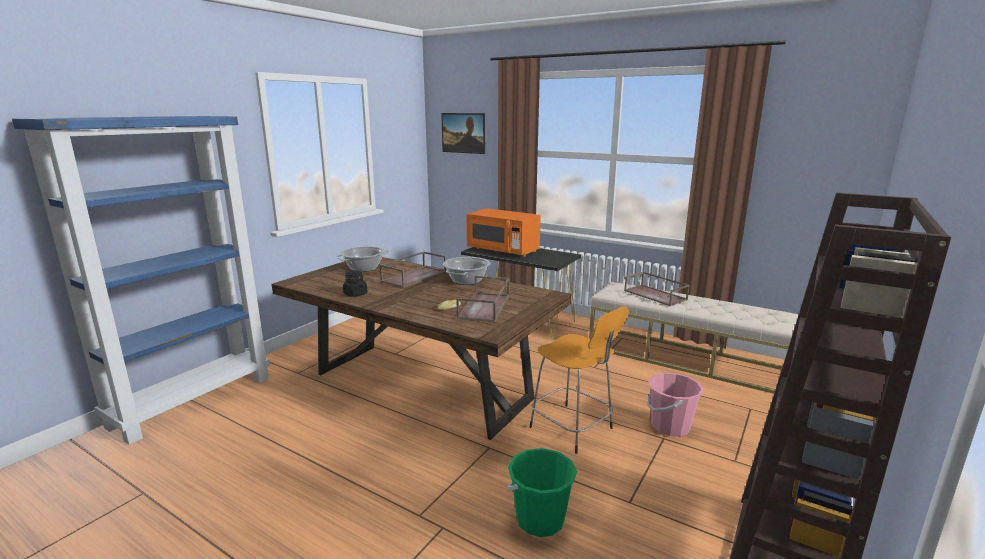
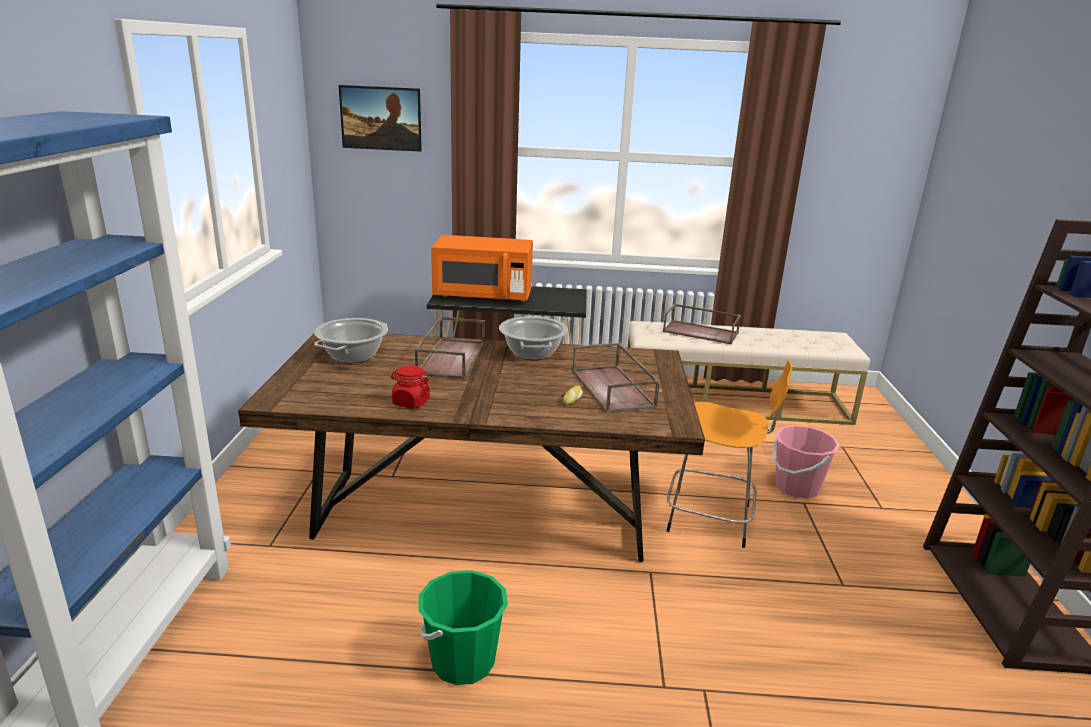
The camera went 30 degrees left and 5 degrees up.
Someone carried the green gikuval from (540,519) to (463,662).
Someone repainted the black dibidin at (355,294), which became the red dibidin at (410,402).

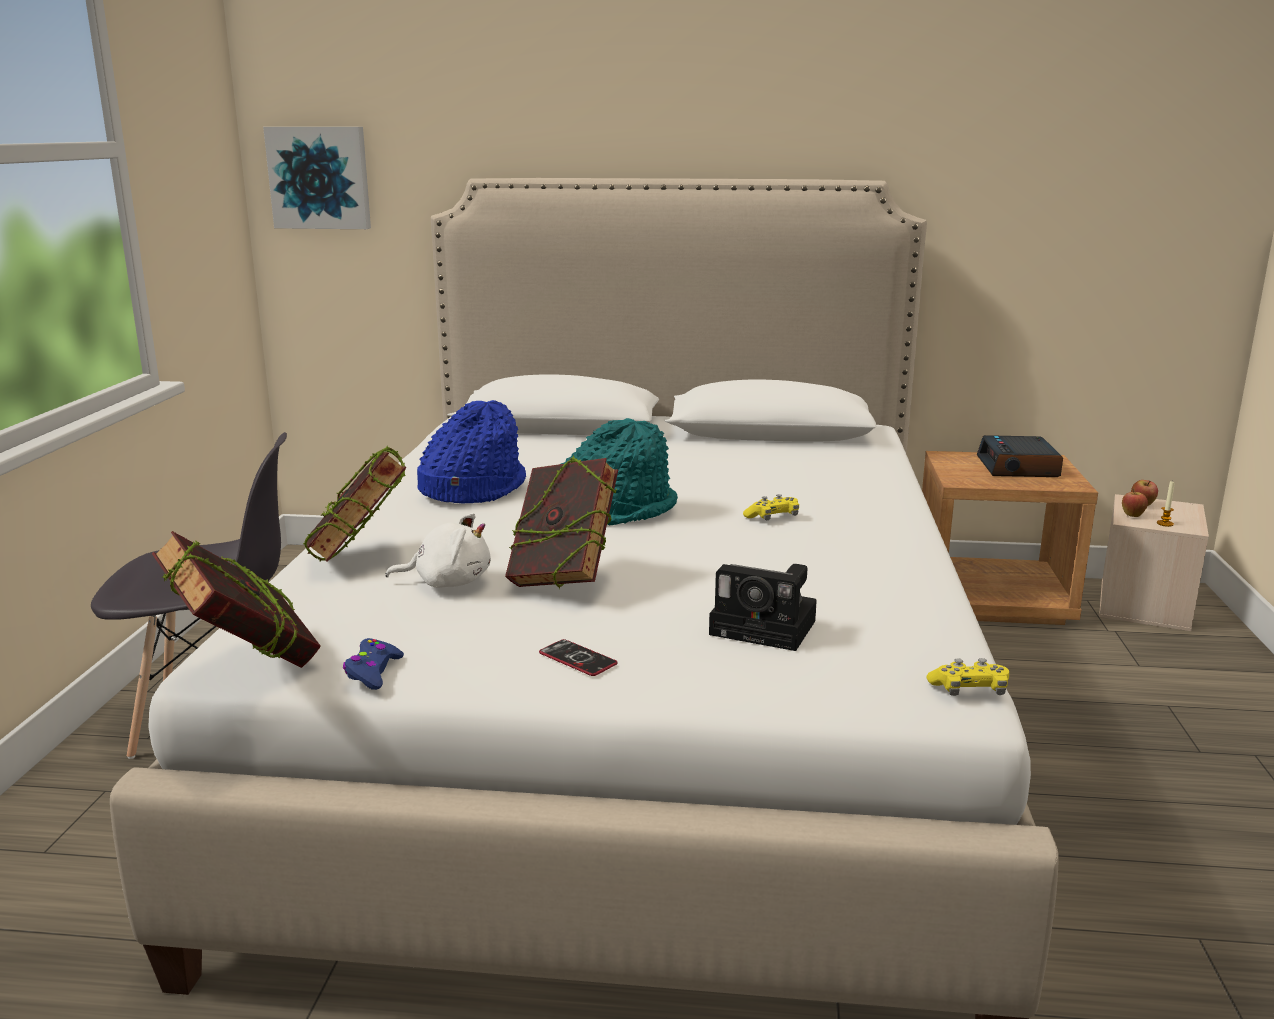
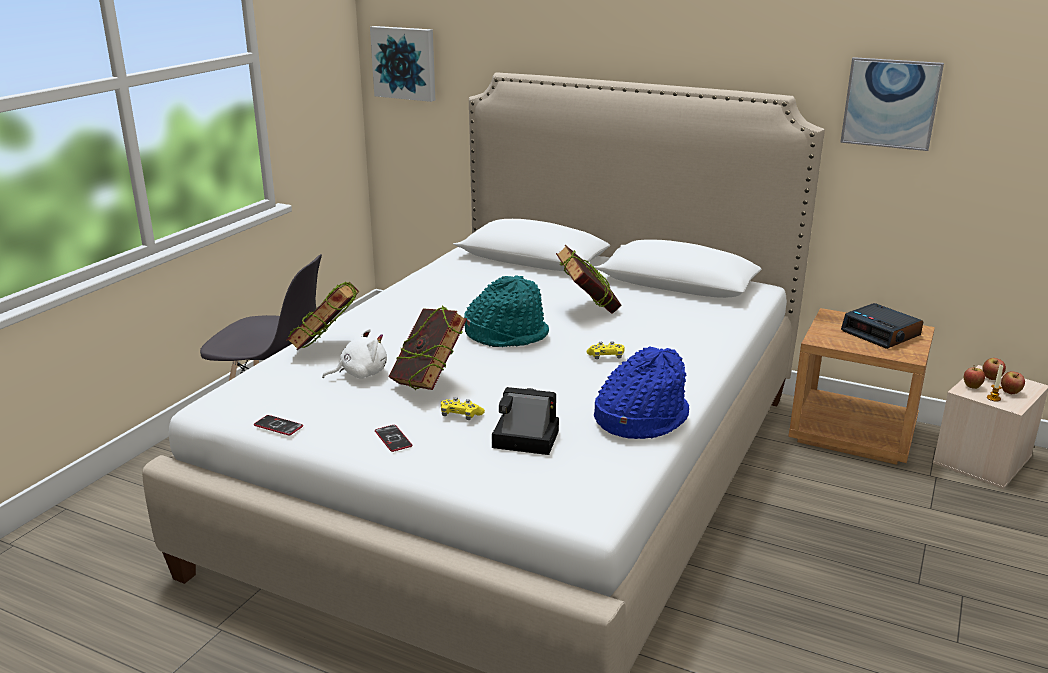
The camera went 20 degrees right and 5 degrees up.
Someone put up the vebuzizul at (890,103).
Someone put down the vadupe at (1010,392).
Someone carried the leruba from (246,667) to (587,310).
Someone carried the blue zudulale from (472,489) to (640,419).
Someone carried the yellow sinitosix from (969,691) to (461,416).
Someone swapped the blue sinitosix at (373,672) for the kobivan at (278,426).
Someone rotated the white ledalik at (448,582) by 45 degrees counterclockwise.
Someone rotated the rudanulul at (767,628) by 150 degrees clockwise.
Someone rotated the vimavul at (1018,467) by 60 degrees counterclockwise.

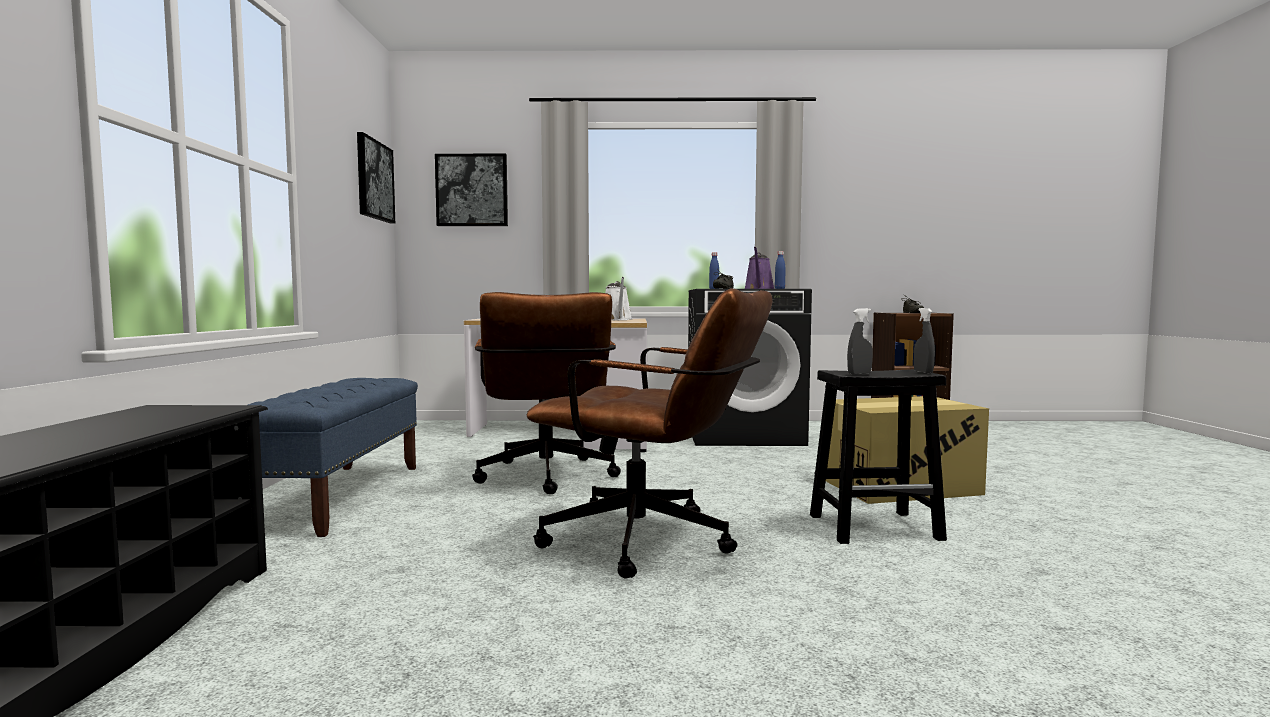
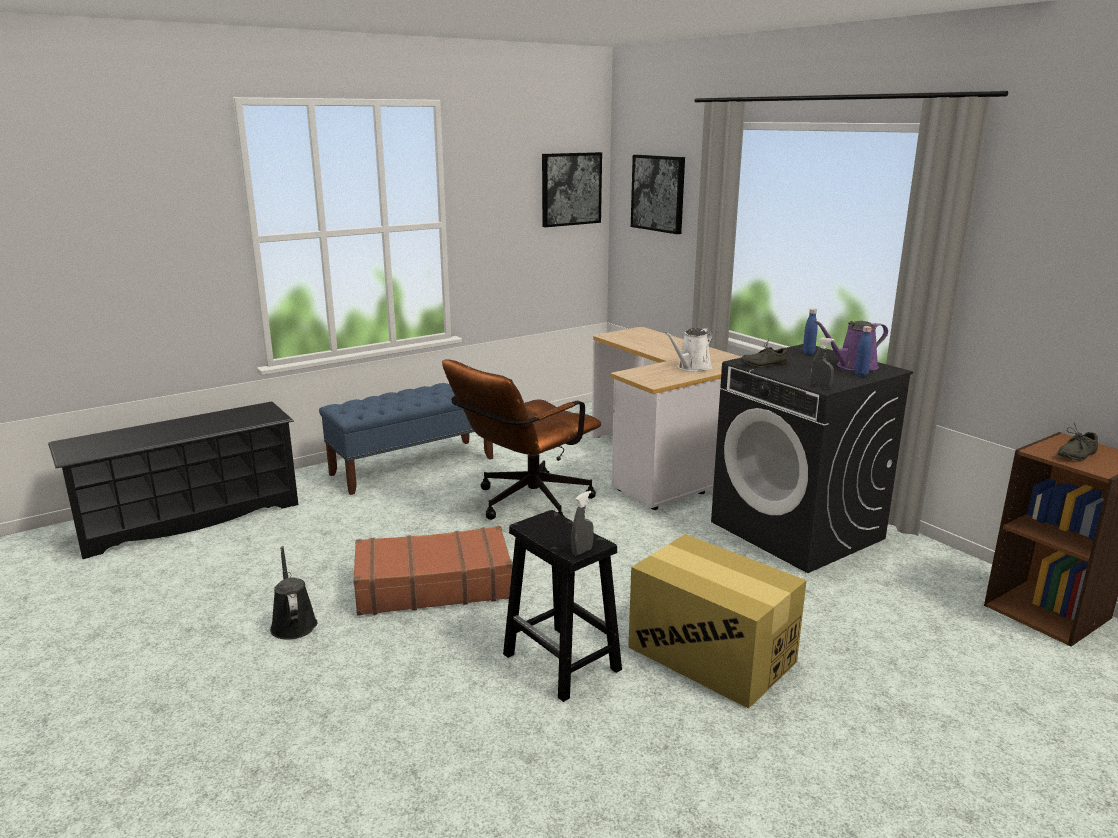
The camera went 55 degrees right and 15 degrees up.
Someone put down the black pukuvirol at (293,623).
Someone carried the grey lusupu from (859,374) to (820,387).
Someone swapped the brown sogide at (654,543) for the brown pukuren at (433,585).

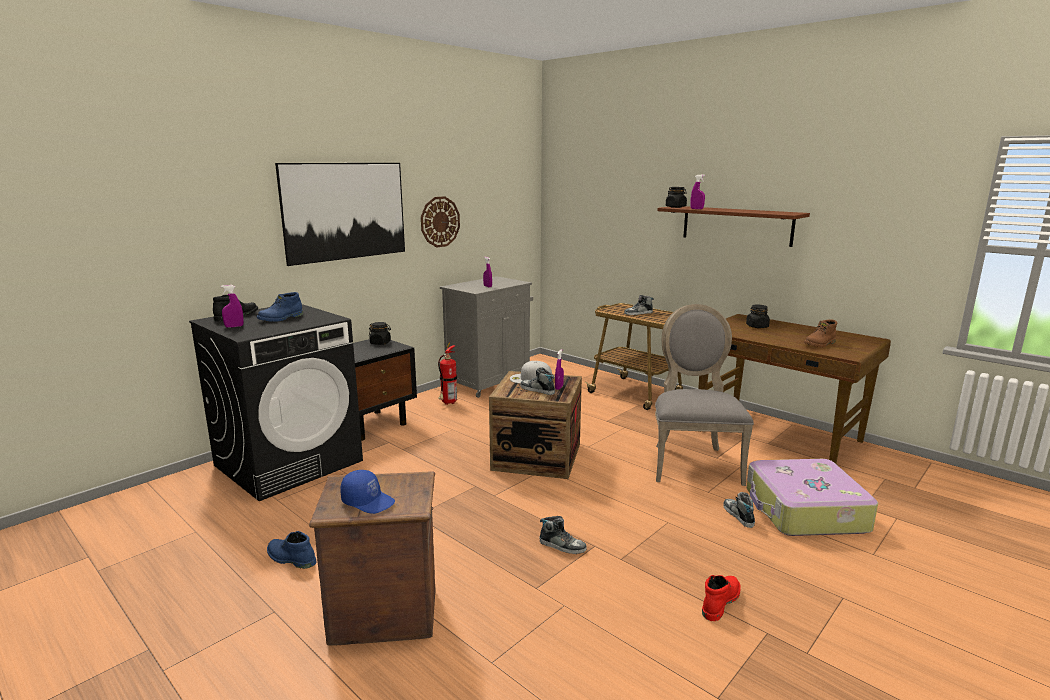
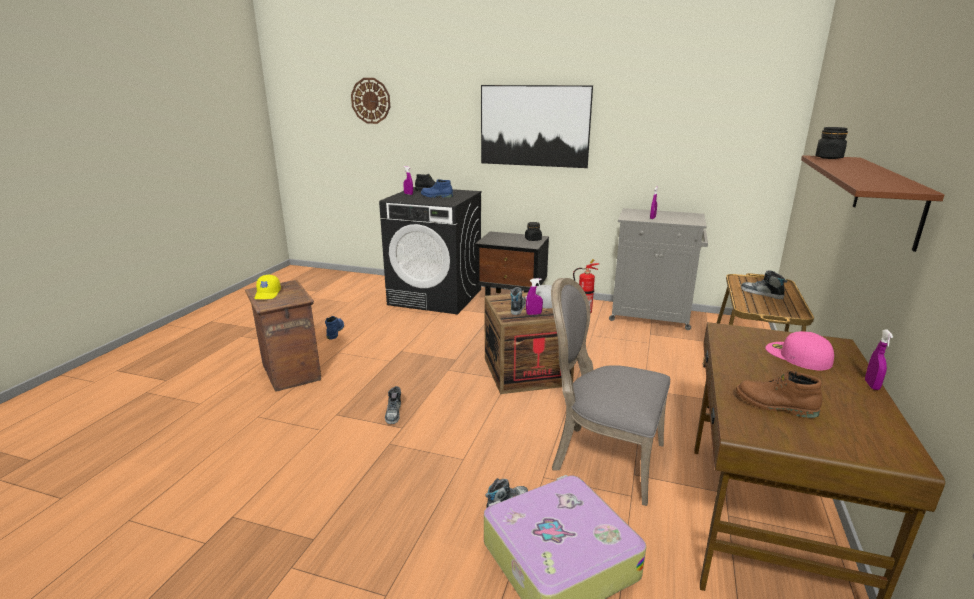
The camera went 65 degrees right and 5 degrees up.
Someone took away the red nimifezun at (719,602).
Someone carried the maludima from (440,221) to (371,100).
Someone carried the purple lusupu from (696,209) to (871,385).
Someone swapped the black dibidin at (757,326) for the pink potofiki at (797,355).
Someone repainted the blue potofiki at (368,501), which became the yellow potofiki at (268,294).
Someone rotated the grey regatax at (693,462) by 135 degrees counterclockwise.

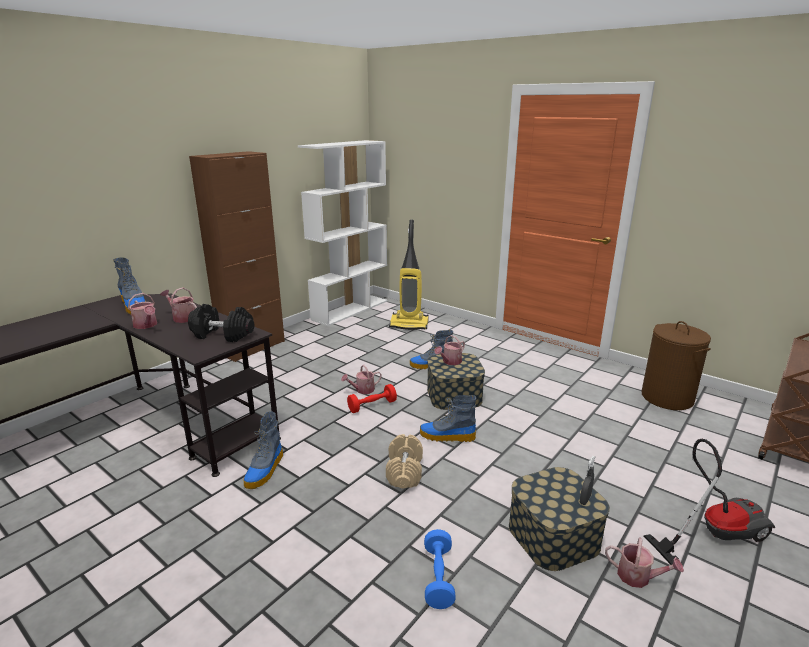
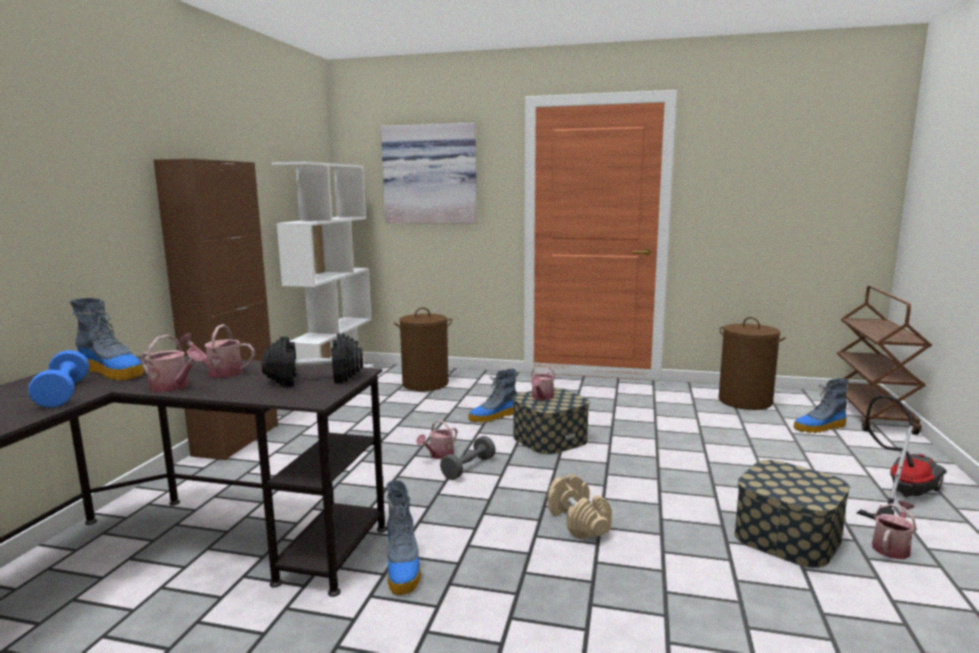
The camera went 25 degrees left and 10 degrees down.
Someone took away the grey lusupu at (585,500).
Someone put up the vebuzizul at (430,174).
Someone carried the nimifezun from (446,436) to (820,427).
Someone carried the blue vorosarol from (438,577) to (63,393).
Someone swapped the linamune at (409,324) for the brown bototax at (425,384).
Someone repainted the red vorosarol at (372,406), which became the grey vorosarol at (468,468).
Someone rotated the pukuvirol at (638,577) by 45 degrees counterclockwise.

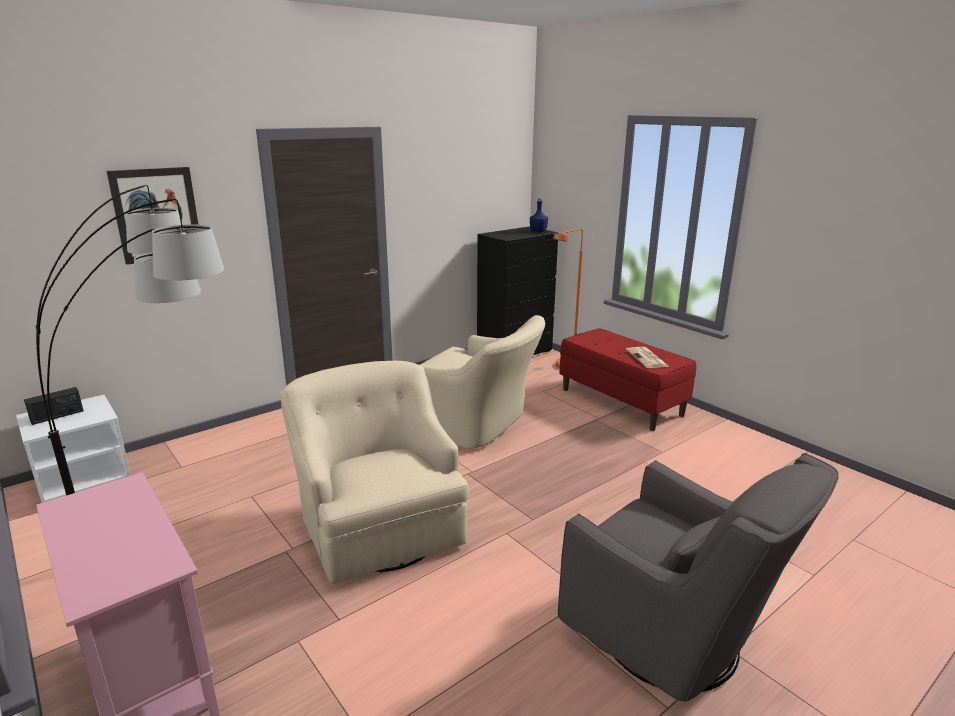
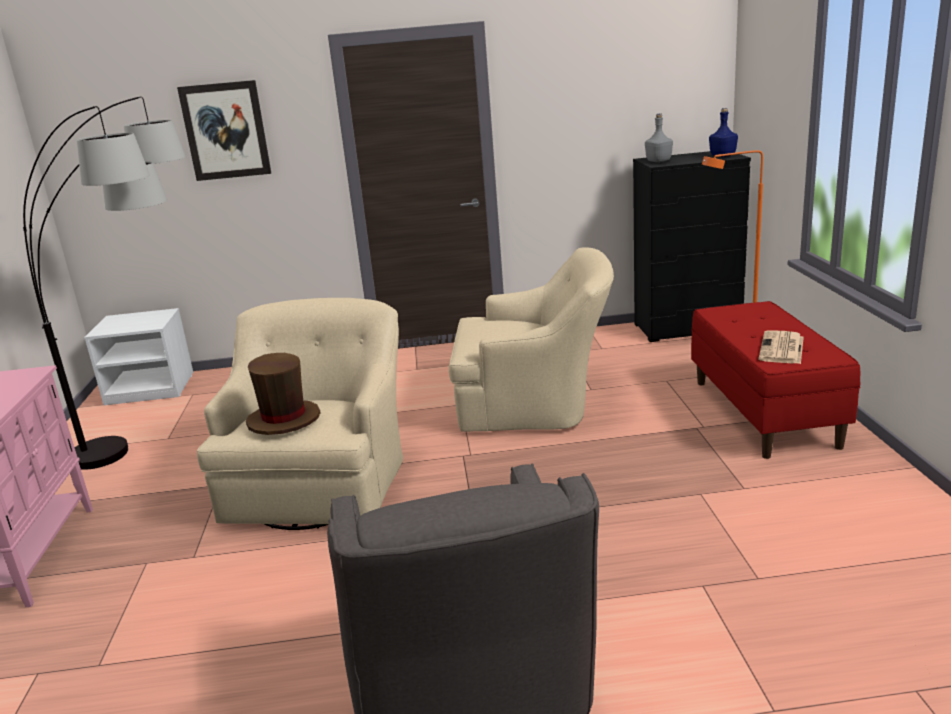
The camera went 35 degrees right and 0 degrees up.
Someone took away the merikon at (57,416).
Someone put down the brown zudulale at (283,420).
Someone put down the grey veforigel at (659,161).
Someone rotated the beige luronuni at (475,424) by 60 degrees counterclockwise.

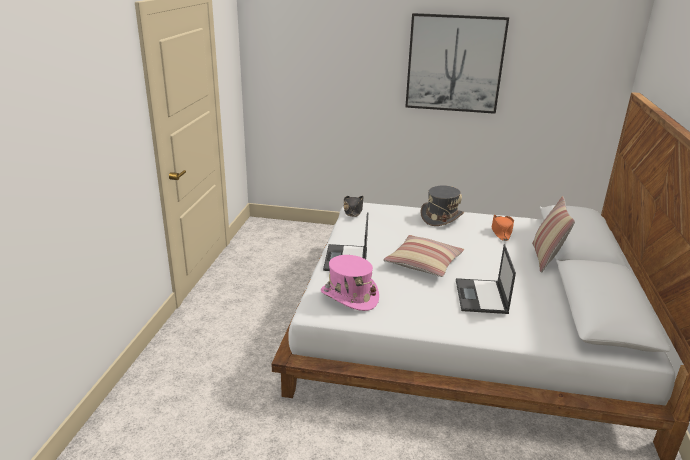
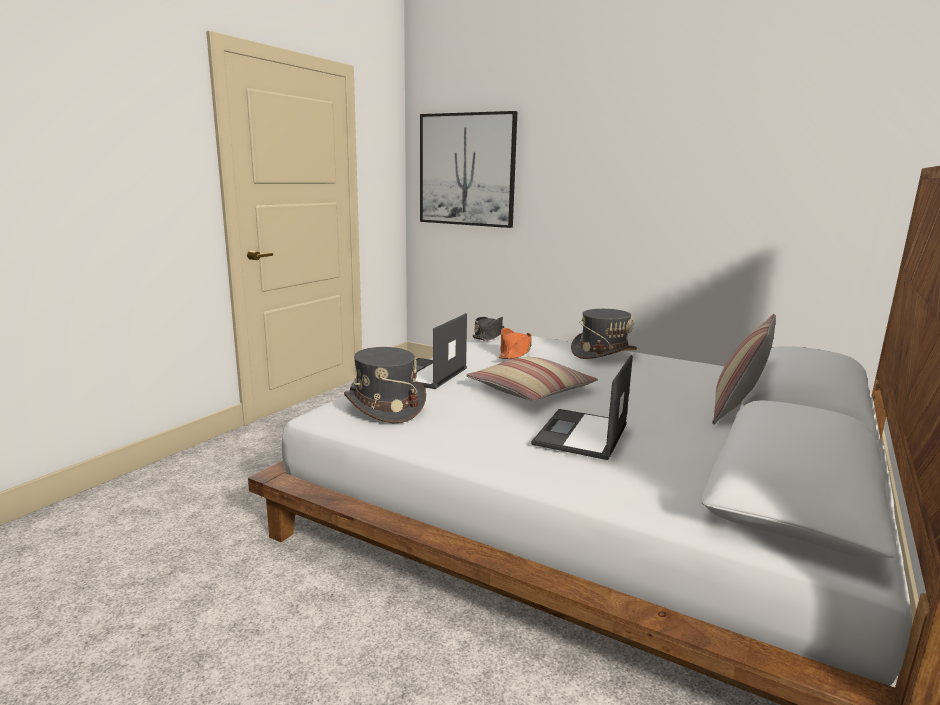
The camera went 20 degrees right and 10 degrees down.
Someone carried the vebuzizul from (454,64) to (467,170).
Someone carried the orange zudulale from (501,231) to (515,352).
Someone repainted the pink zudulale at (349,296), which became the grey zudulale at (385,406).

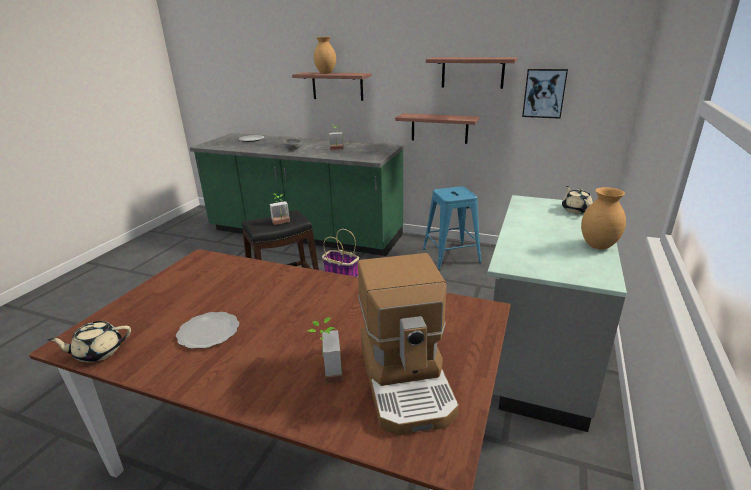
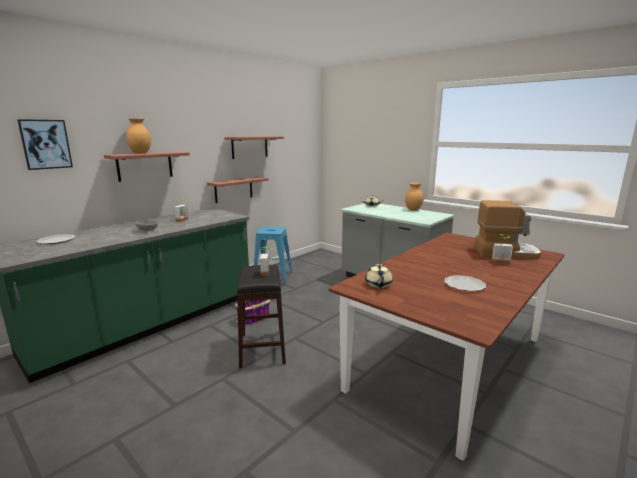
The camera went 70 degrees left and 10 degrees down.
Someone carried the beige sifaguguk from (98,352) to (378,284).
Someone carried the vebuzizul from (544,93) to (45,144).

